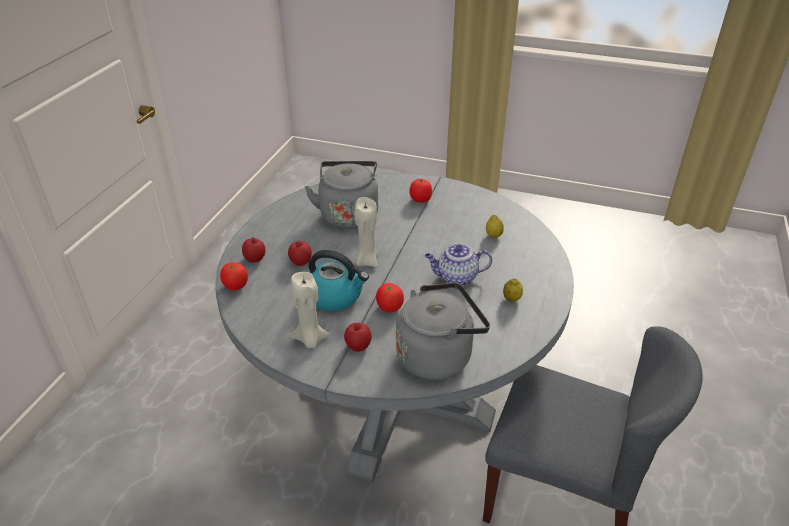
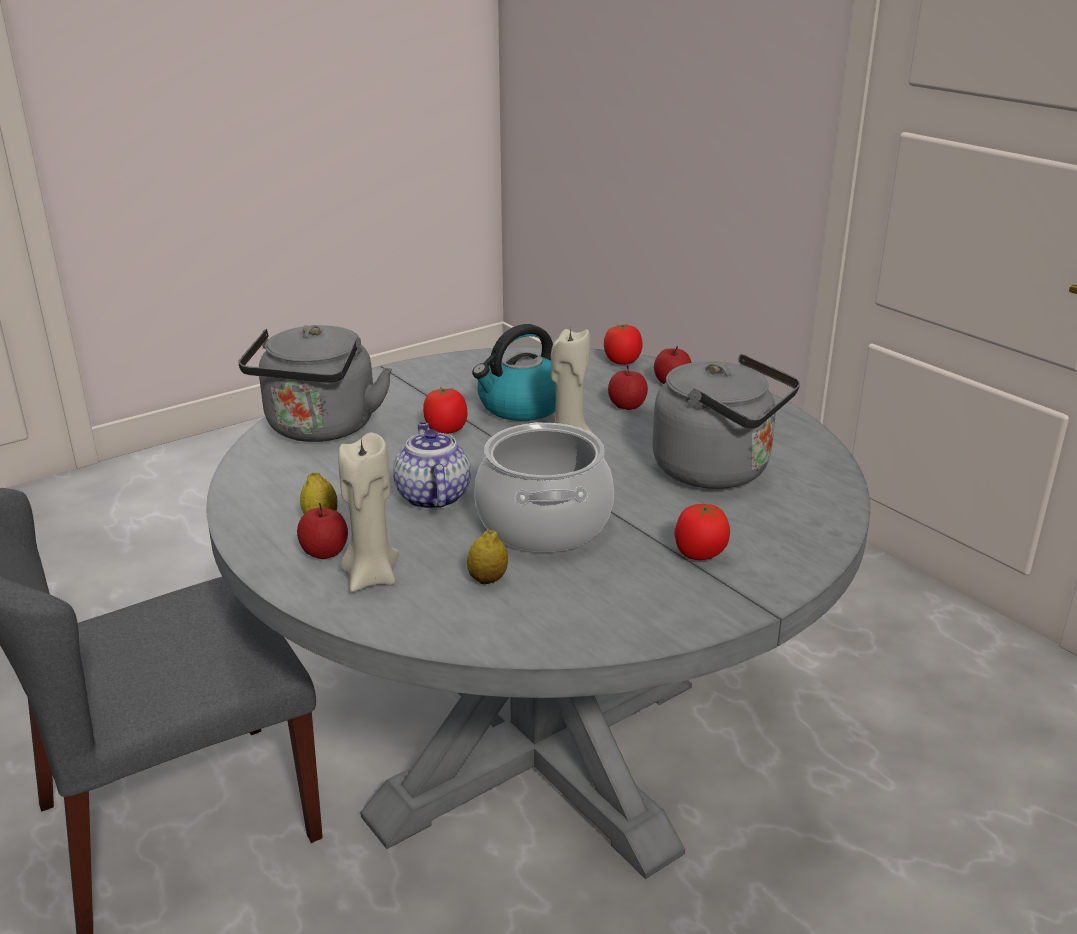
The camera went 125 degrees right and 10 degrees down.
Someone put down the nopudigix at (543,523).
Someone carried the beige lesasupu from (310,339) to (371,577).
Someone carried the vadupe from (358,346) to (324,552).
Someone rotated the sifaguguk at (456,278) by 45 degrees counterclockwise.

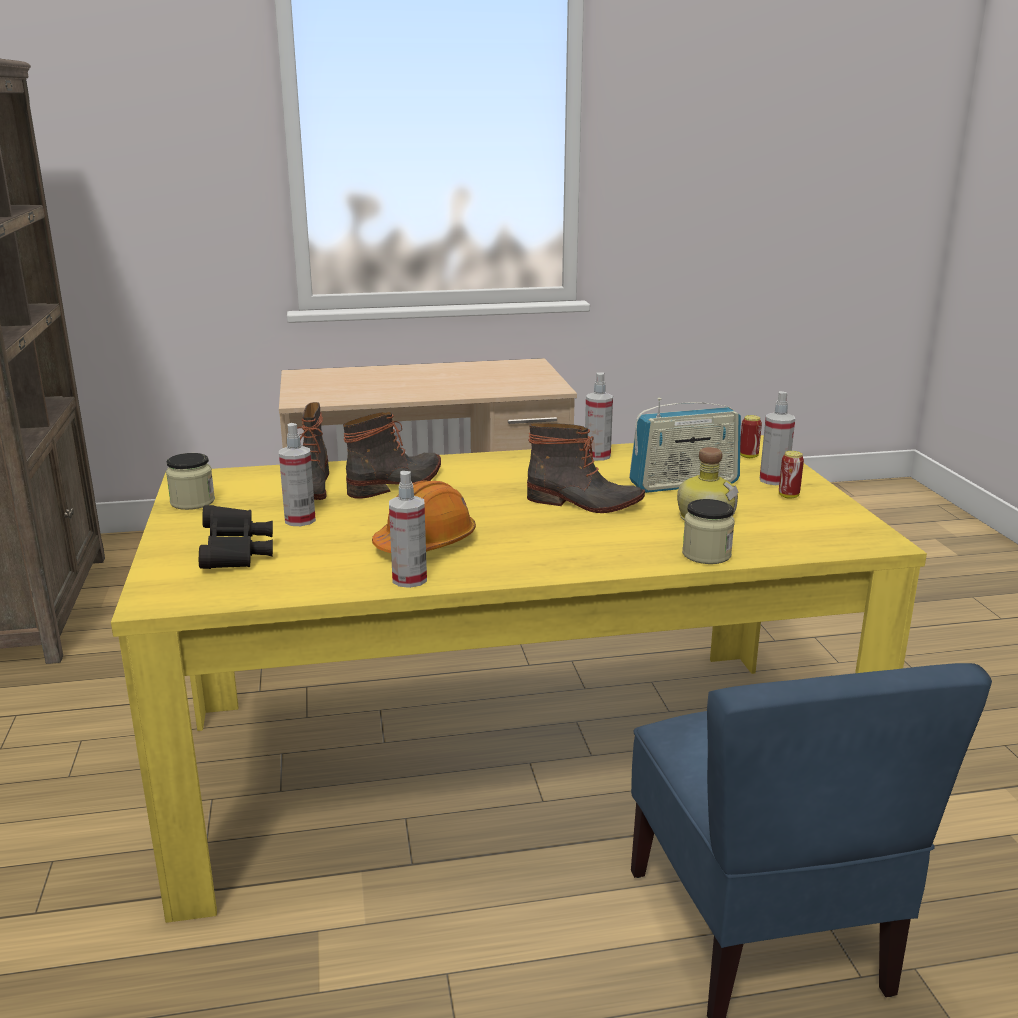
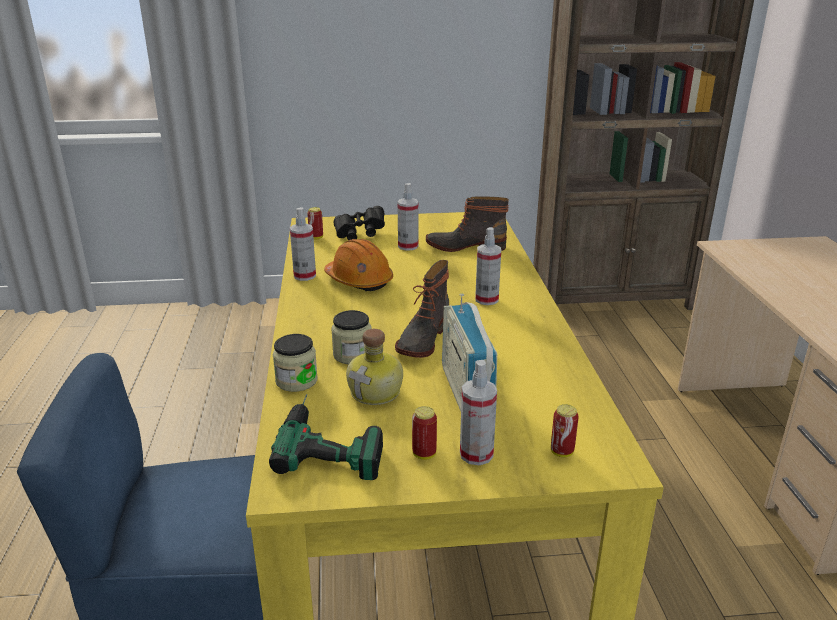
The camera went 95 degrees right and 5 degrees up.
Someone took away the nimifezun at (396,483).
Someone put down the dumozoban at (332,439).
Someone put down the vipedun at (316,238).
Someone carried the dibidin from (192,502) to (352,355).
Someone carried the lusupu from (597,456) to (486,299).

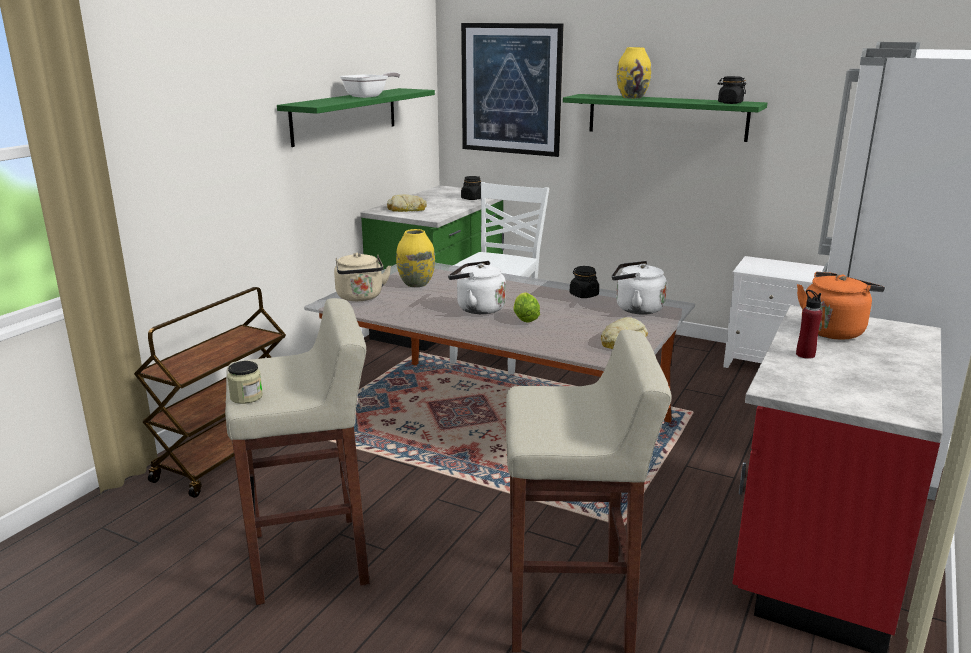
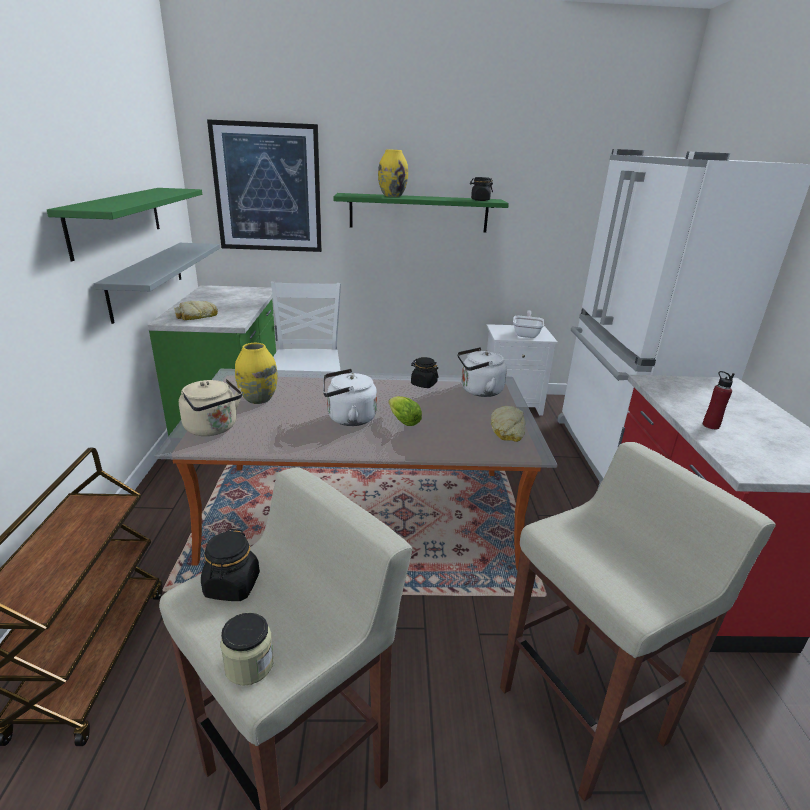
The camera went 30 degrees left and 5 degrees up.
Someone took away the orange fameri at (833,330).
Someone put up the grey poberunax at (147,279).
Someone carried the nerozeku from (369,96) to (526,334).
Someone carried the black dibidin from (472,198) to (232,586).

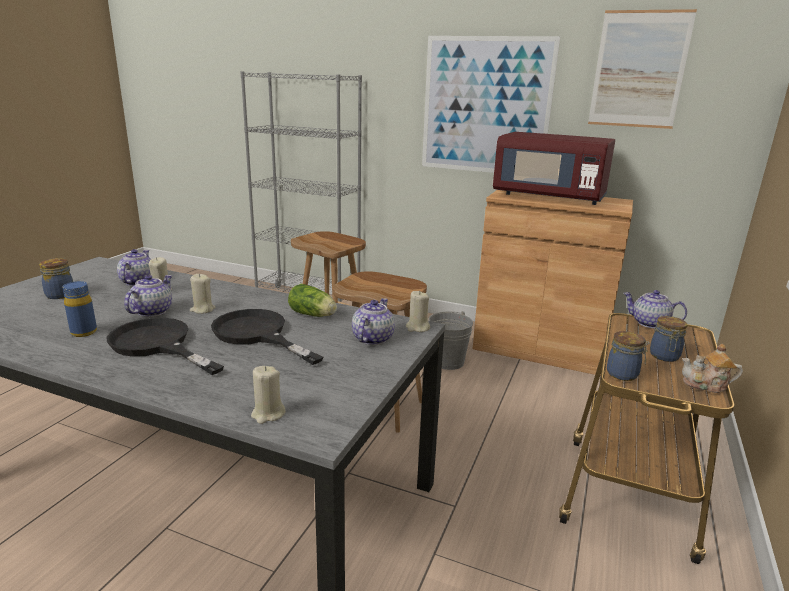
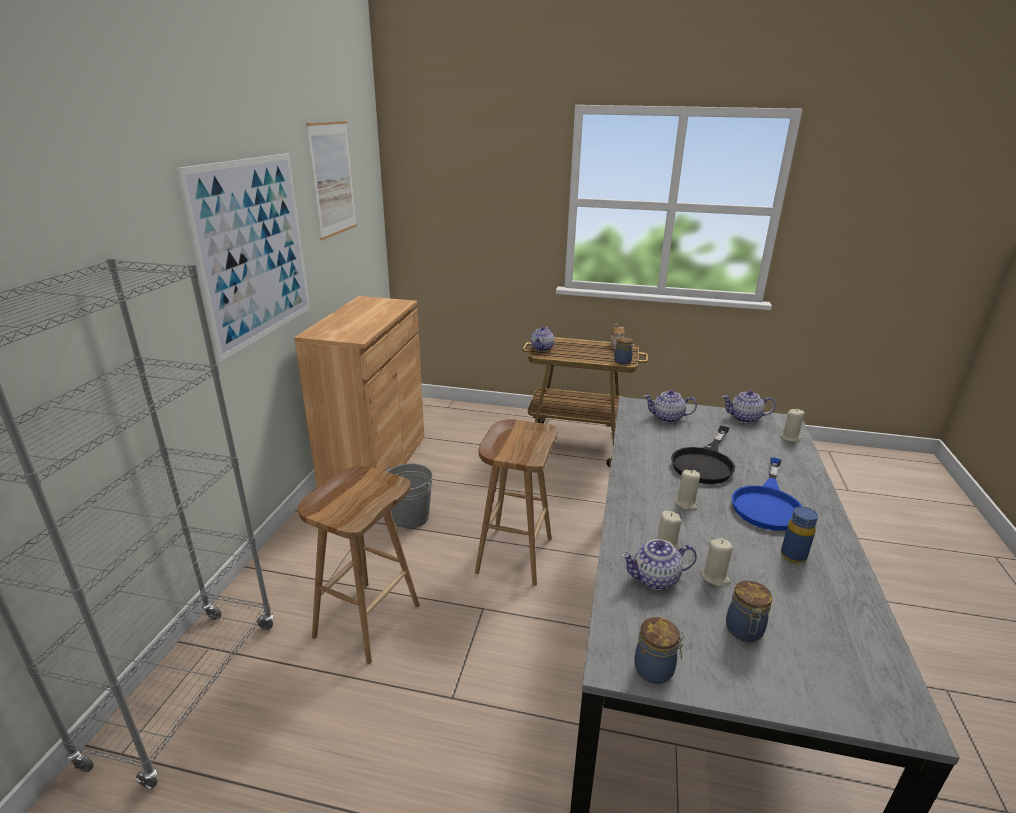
The camera went 100 degrees left and 5 degrees up.
Someone took away the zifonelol at (314,315).
Someone took away the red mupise at (549,197).
Someone carried the sifaguguk from (152,311) to (744,418).
Someone carried the beige lesasupu from (417,328) to (715,577).
Someone carried the dibidin from (664,356) to (655,669).
Someone repainted the black nerozeku at (157,345), which became the blue nerozeku at (767,503).

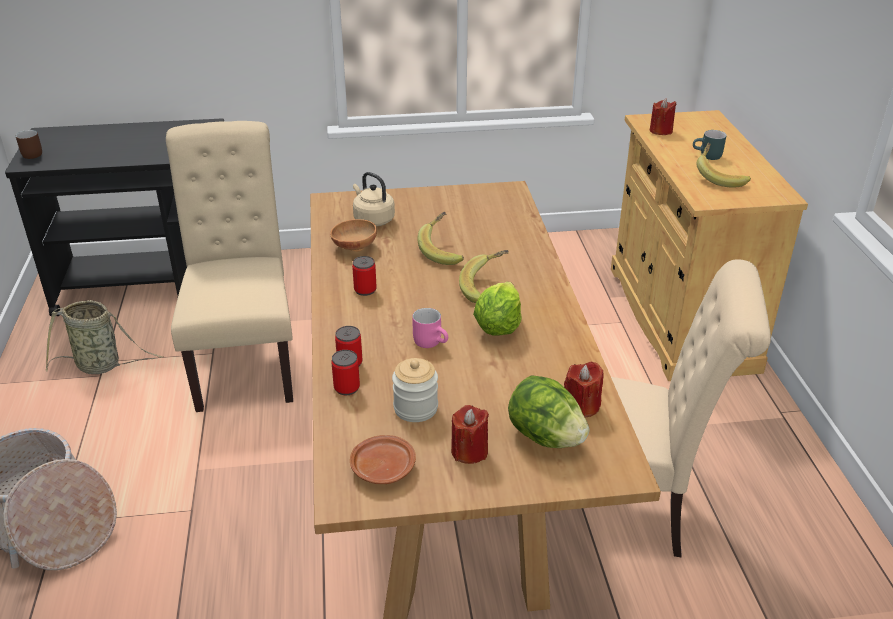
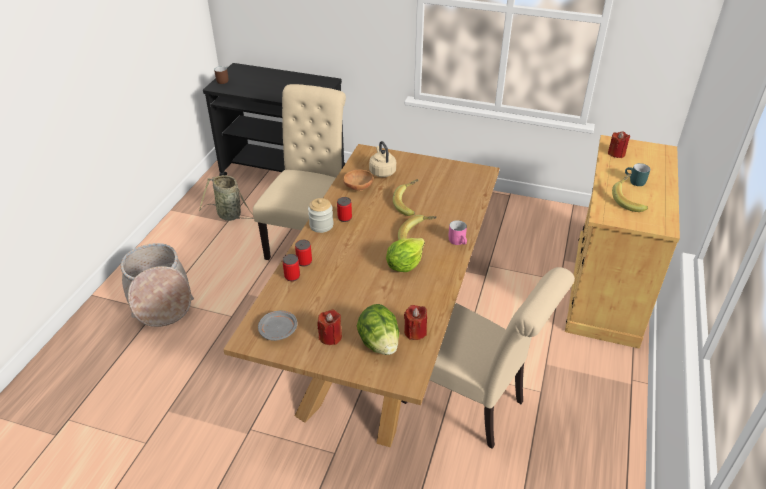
The camera went 25 degrees right and 5 degrees up.
Someone carried the dibidin from (415,408) to (321,225).
Someone carried the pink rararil from (432,342) to (459,241).
Someone repainted the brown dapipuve at (383,468), which became the grey dapipuve at (278,330).

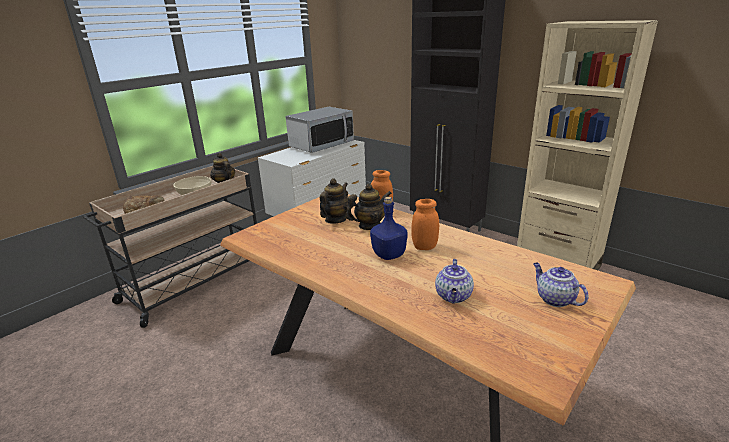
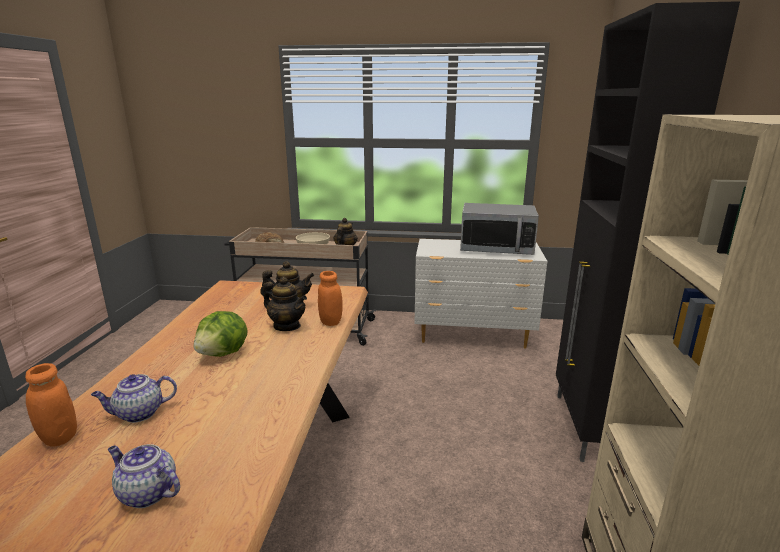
The camera went 55 degrees right and 5 degrees down.
Someone carried the orange dibidin from (424,247) to (59,437).
Someone swapped the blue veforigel at (389,254) for the zifonelol at (224,353).
Someone rotated the sifaguguk at (554,299) by 90 degrees counterclockwise.

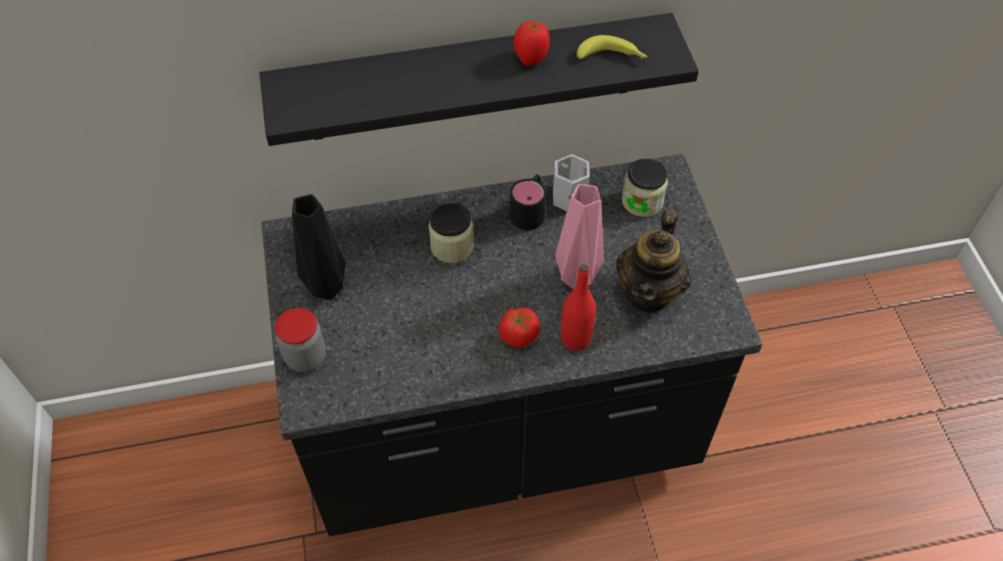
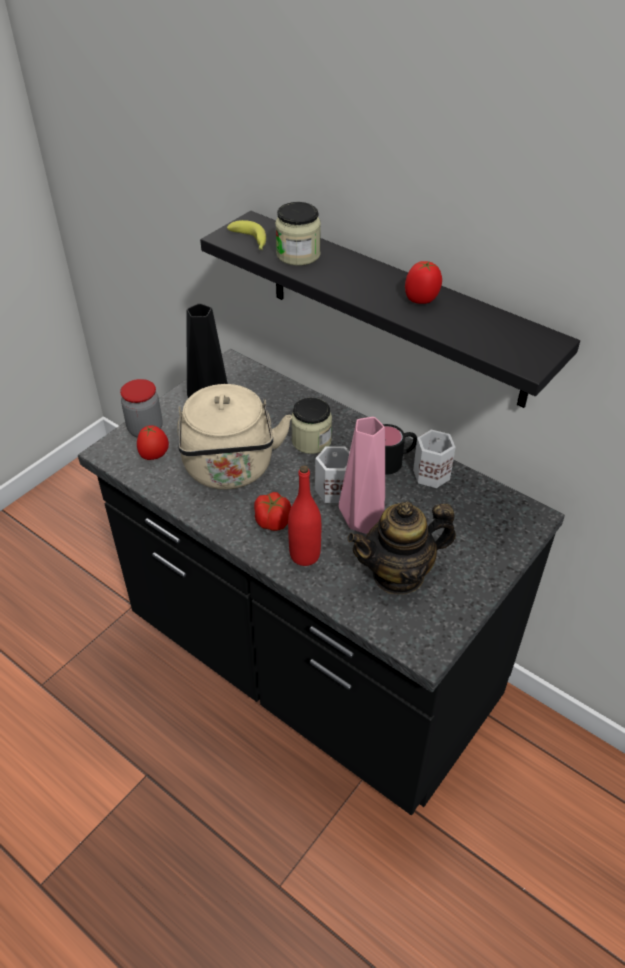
The camera went 50 degrees right and 10 degrees down.
Someone put down the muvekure at (154,456).
Someone put down the beige fameri at (230,470).
Someone put down the white rararil at (333,489).
Someone carried the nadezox from (612,57) to (250,242).
Someone carried the dibidin from (642,201) to (298,255).

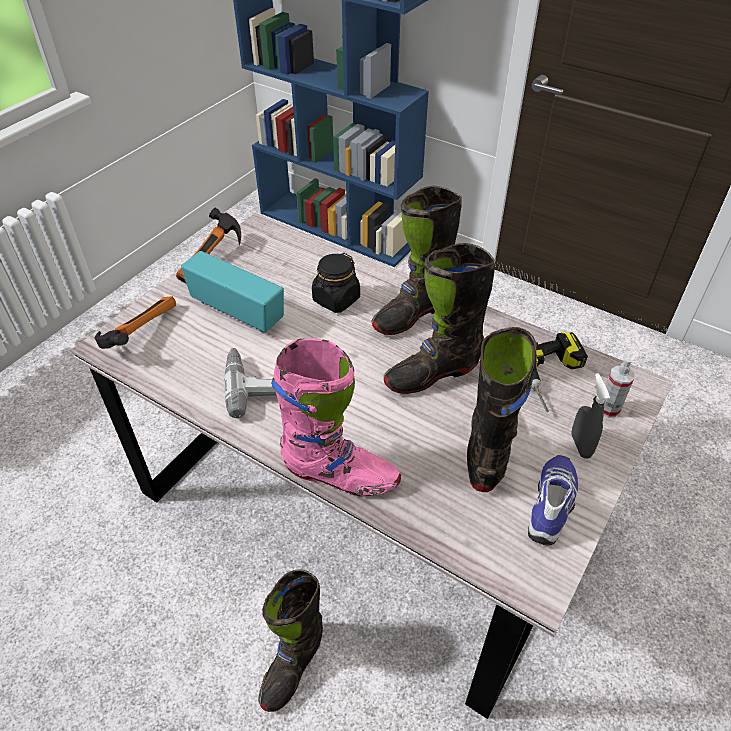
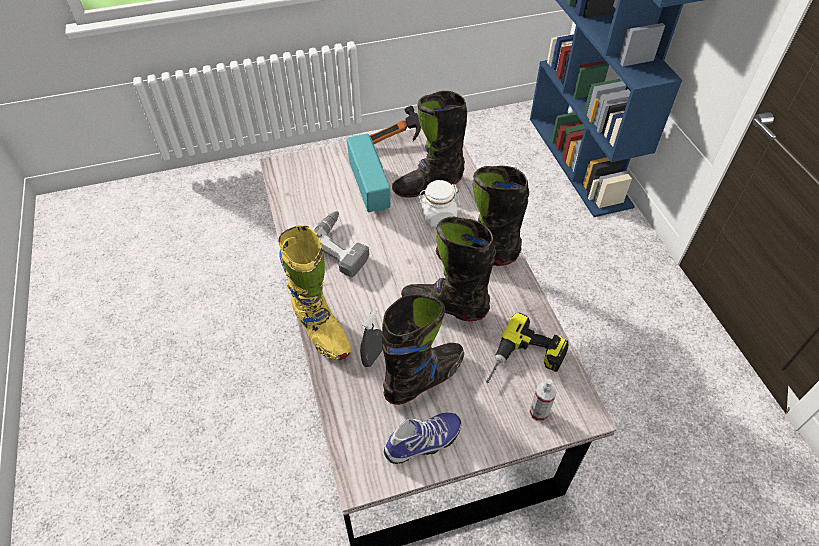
The camera went 40 degrees right and 5 degrees up.
Someone took away the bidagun at (138,333).
Someone carried the black nimifezun from (292,665) to (428,185).
Someone carried the grey lusupu from (580,445) to (373,357).
Someone repainted the pink nimifezun at (340,475), which became the yellow nimifezun at (321,331).
Someone repainted the black dibidin at (336,299), which became the white dibidin at (438,216).

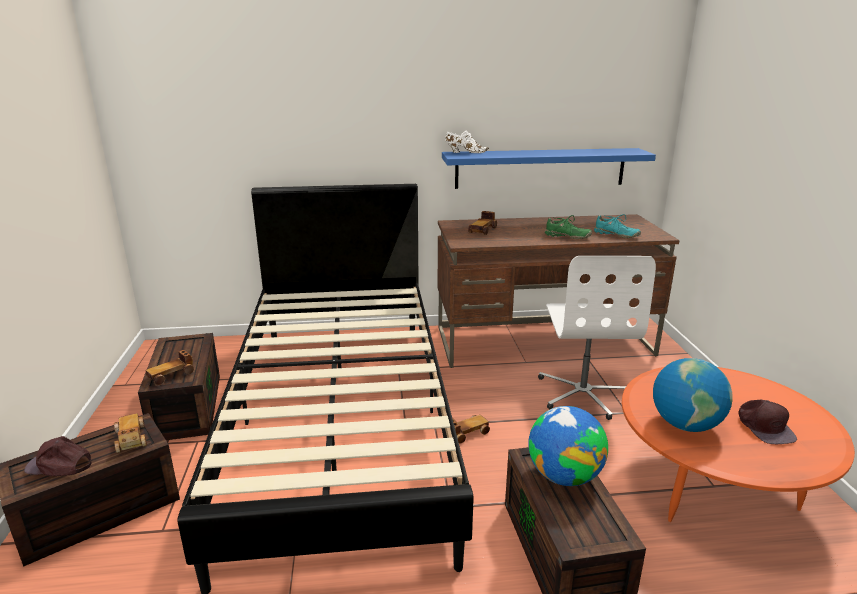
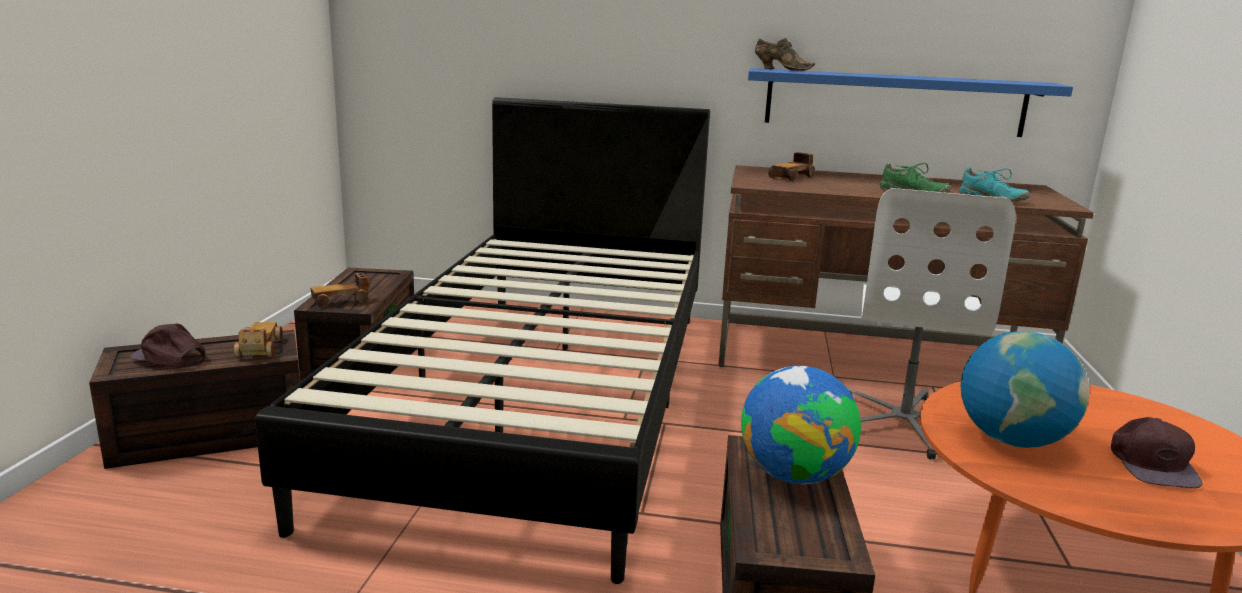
The camera went 15 degrees right and 5 degrees down.
Someone took away the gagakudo at (466,433).
Someone repainted the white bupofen at (464,152), which became the brown bupofen at (780,69).

